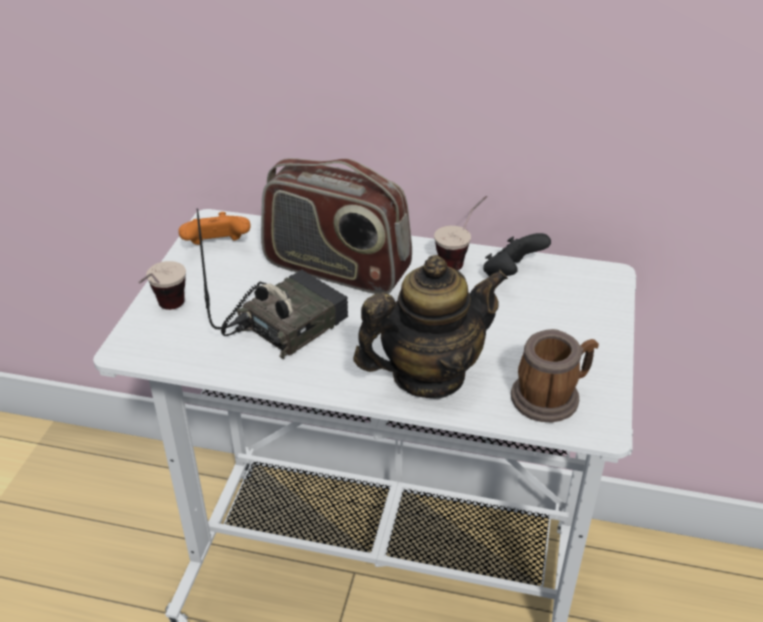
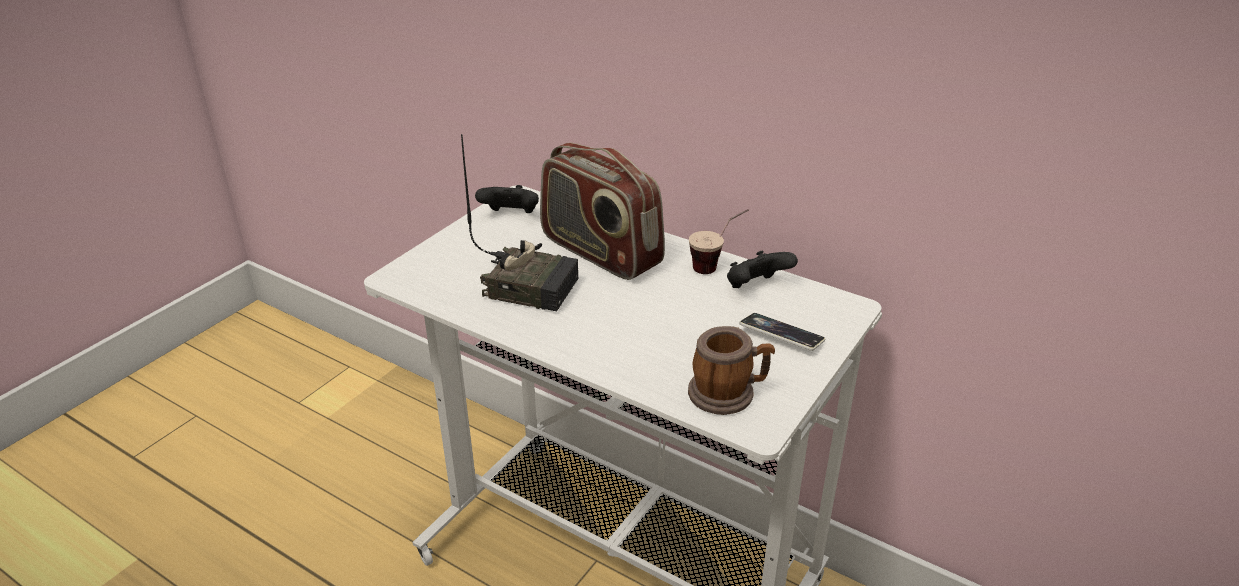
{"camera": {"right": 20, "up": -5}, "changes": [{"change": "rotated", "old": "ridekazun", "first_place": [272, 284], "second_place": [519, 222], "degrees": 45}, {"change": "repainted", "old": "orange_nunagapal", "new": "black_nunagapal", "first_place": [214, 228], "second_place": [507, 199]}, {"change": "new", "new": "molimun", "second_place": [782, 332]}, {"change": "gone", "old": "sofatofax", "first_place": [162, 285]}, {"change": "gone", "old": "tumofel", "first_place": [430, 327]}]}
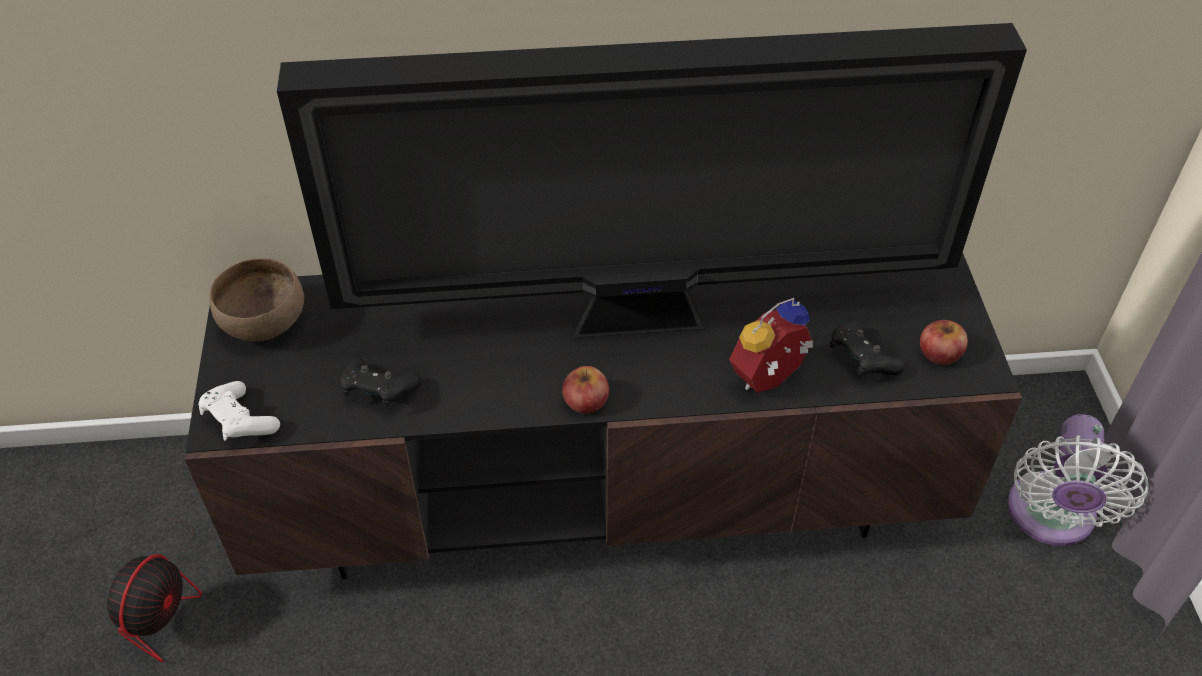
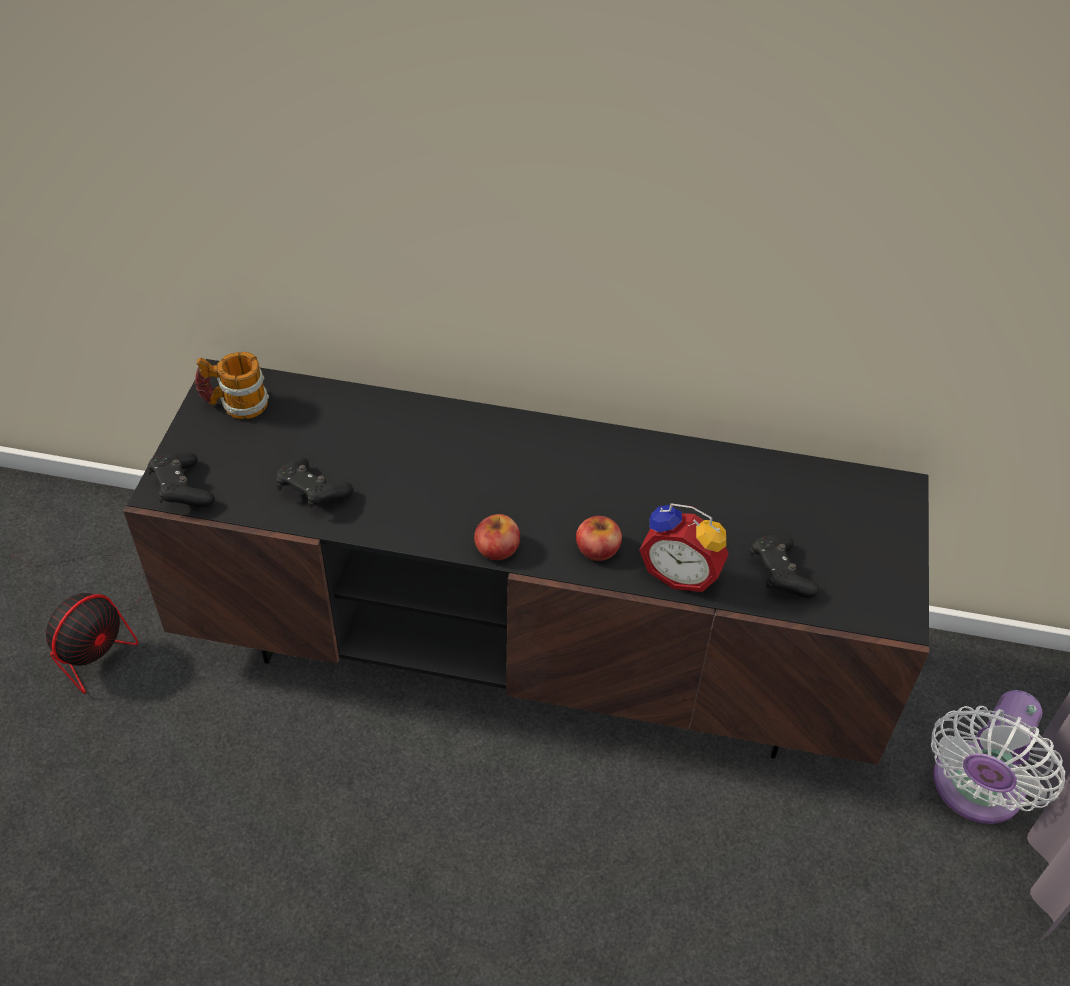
{"camera": {"right": 15, "up": 0}, "changes": [{"change": "repainted", "old": "white_nunagapal", "new": "black_nunagapal", "first_place": [239, 411], "second_place": [181, 480]}, {"change": "swapped", "old": "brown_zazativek", "new": "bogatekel", "first_place": [257, 299], "second_place": [232, 385]}, {"change": "shifted", "old": "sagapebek", "first_place": [944, 342], "second_place": [599, 538]}, {"change": "rotated", "old": "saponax", "first_place": [771, 345], "second_place": [684, 547], "degrees": -135}, {"change": "gone", "old": "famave", "first_place": [652, 180]}]}
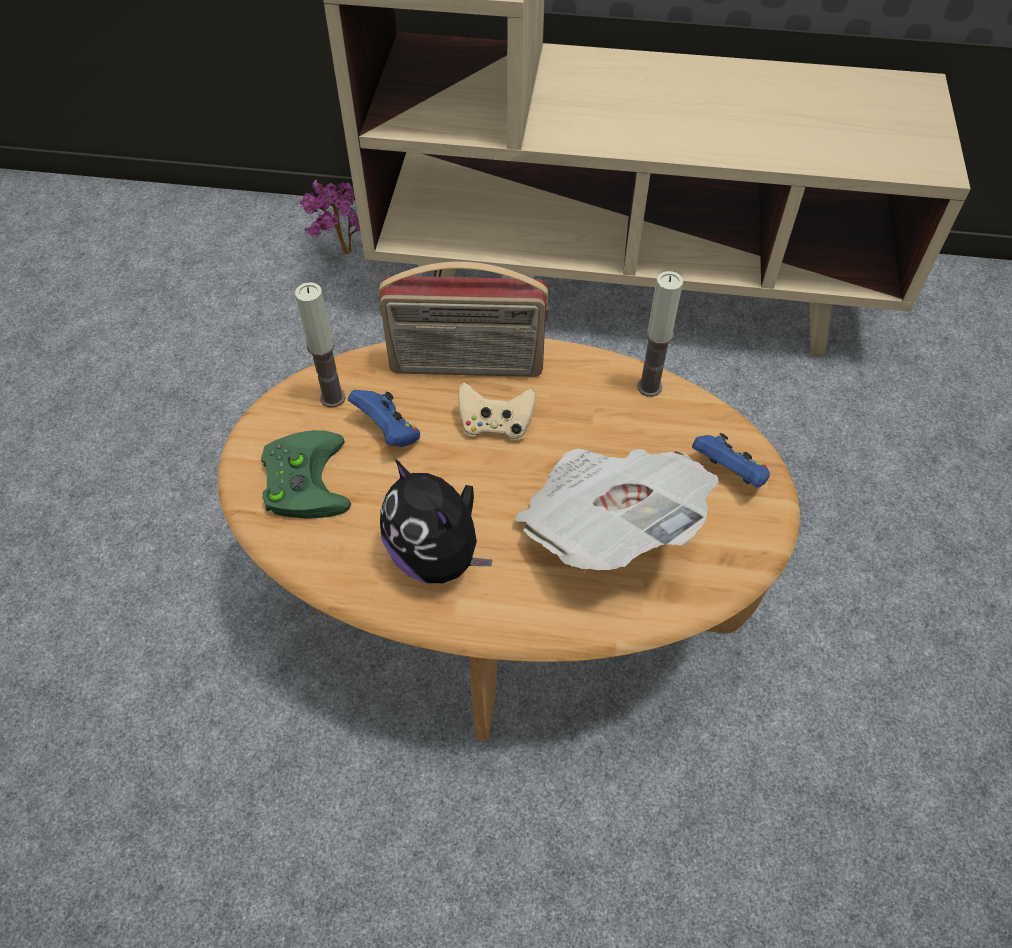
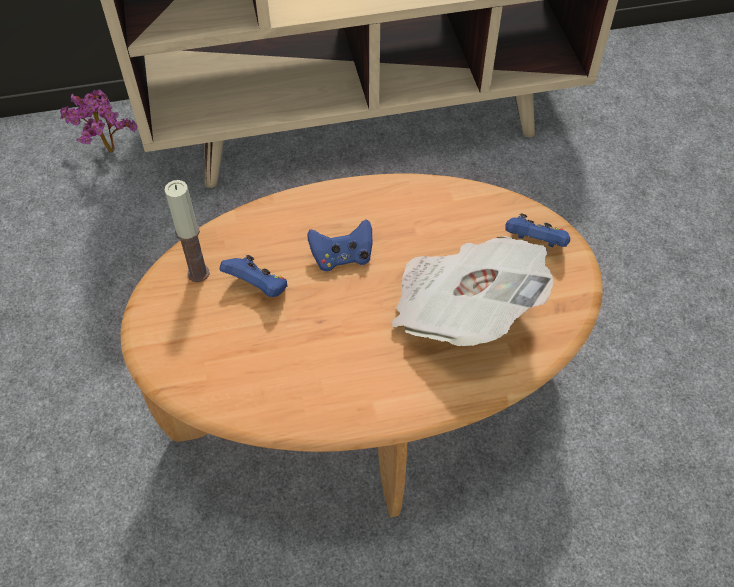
{"camera": {"right": -20, "up": 0}, "changes": [{"change": "repainted", "old": "beige_nunagapal", "new": "blue_nunagapal", "first_place": [497, 411], "second_place": [340, 245]}, {"change": "gone", "old": "green_nunagapal", "first_place": [306, 474]}, {"change": "gone", "old": "ridekazun", "first_place": [464, 319]}, {"change": "gone", "old": "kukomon", "first_place": [436, 521]}, {"change": "gone", "old": "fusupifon", "first_place": [660, 334]}]}
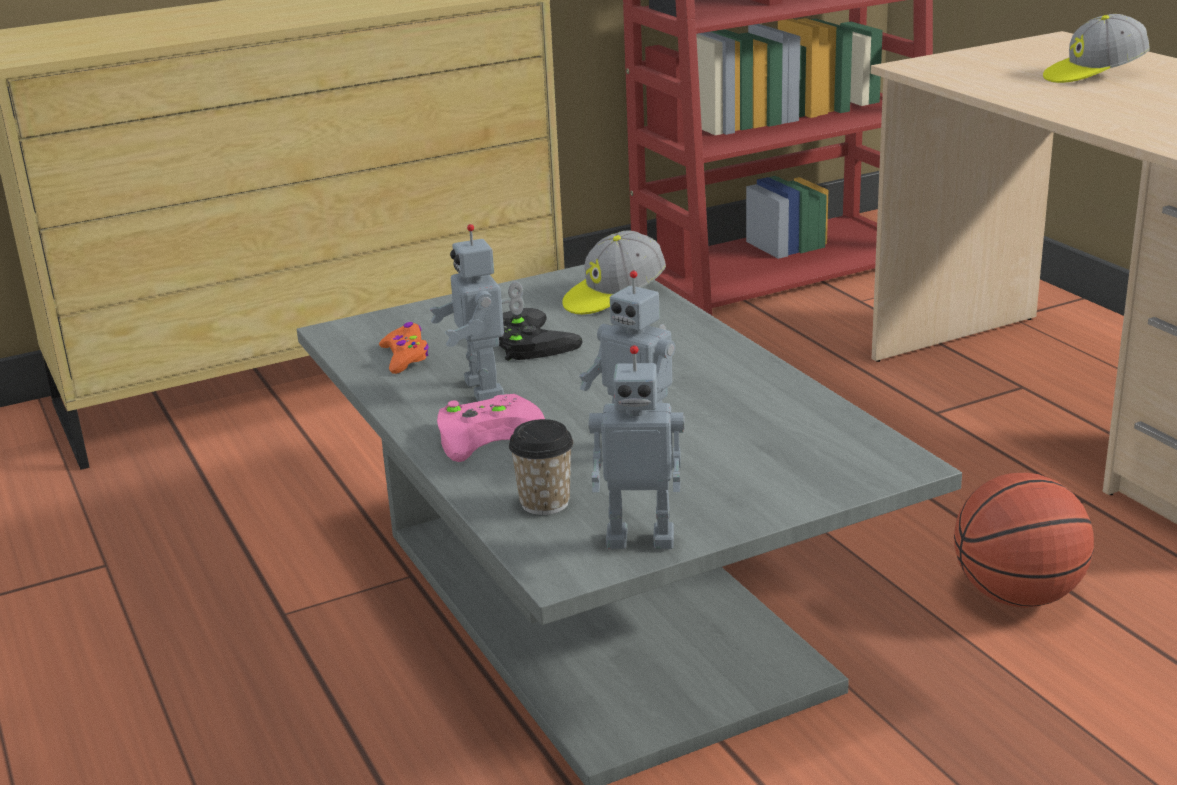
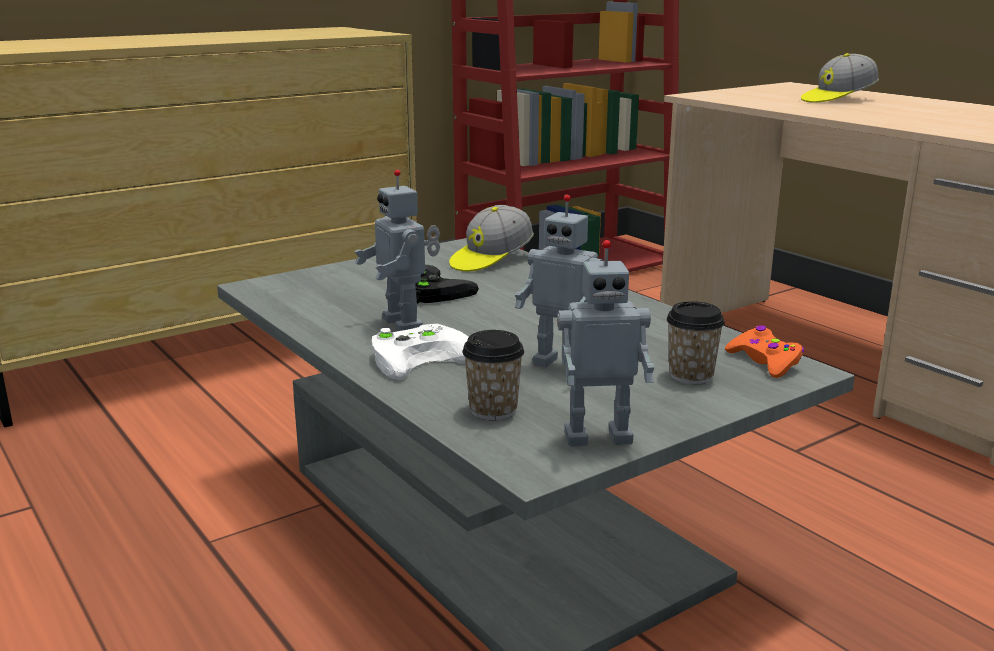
{"camera": {"right": -10, "up": -5}, "changes": [{"change": "repainted", "old": "pink_nunagapal", "new": "white_nunagapal", "first_place": [491, 428], "second_place": [420, 352]}, {"change": "new", "new": "sofatofax", "second_place": [695, 343]}, {"change": "shifted", "old": "orange_nunagapal", "first_place": [404, 348], "second_place": [764, 351]}, {"change": "gone", "old": "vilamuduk", "first_place": [1024, 540]}]}
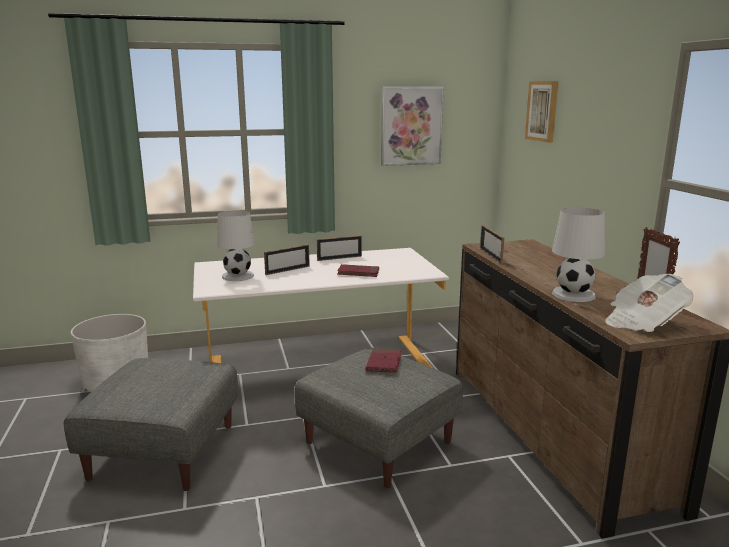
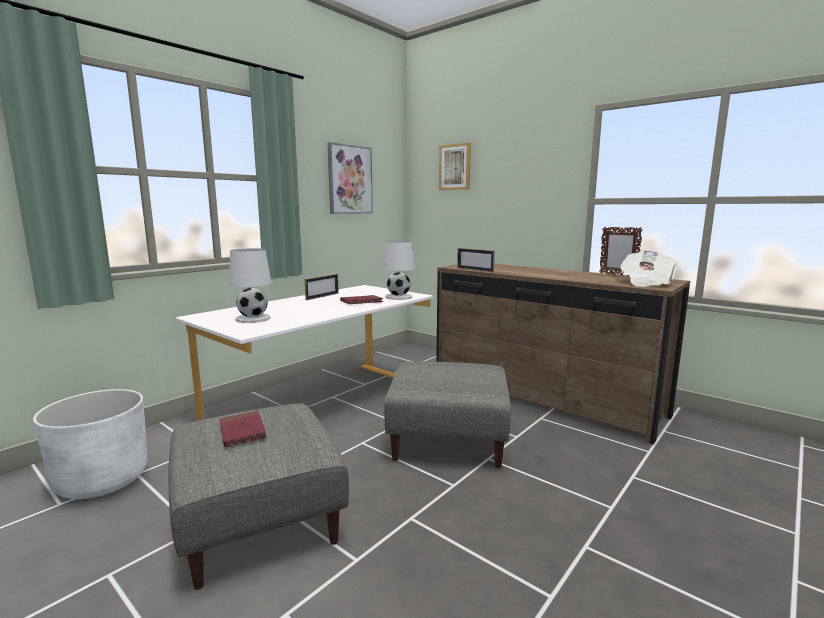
{"camera": {"right": -35, "up": -5}, "changes": [{"change": "shifted", "old": "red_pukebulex", "first_place": [384, 361], "second_place": [243, 428]}, {"change": "shifted", "old": "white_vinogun", "first_place": [578, 254], "second_place": [398, 270]}, {"change": "gone", "old": "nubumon", "first_place": [287, 259]}]}
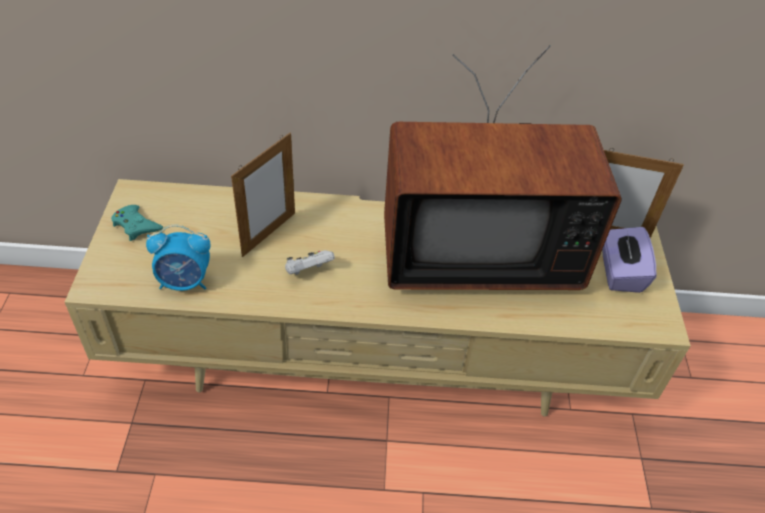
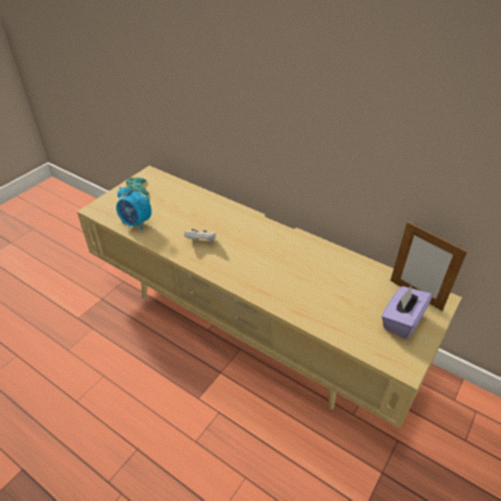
{"camera": {"right": 35, "up": -5}, "changes": [{"change": "gone", "old": "nubumon", "first_place": [263, 195]}, {"change": "gone", "old": "famave", "first_place": [503, 167]}]}
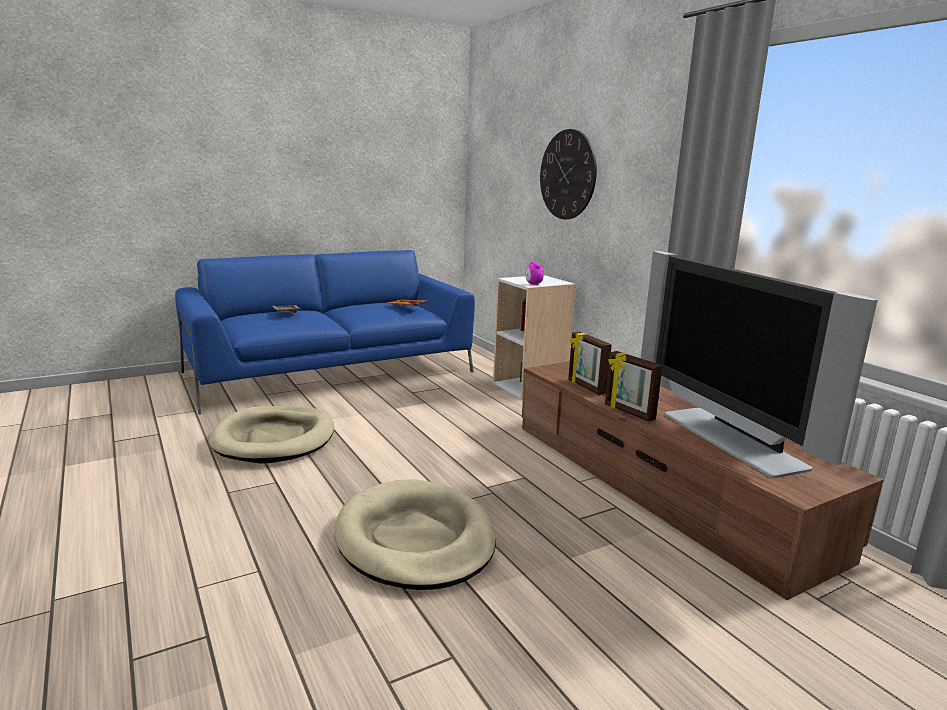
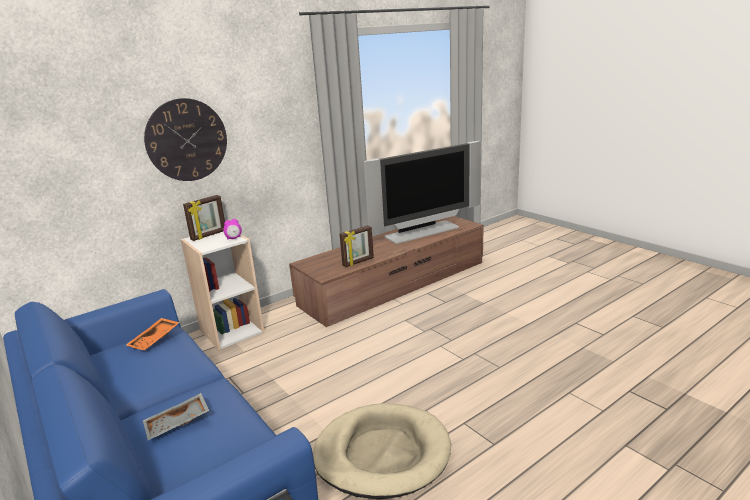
{"camera": {"right": -95, "up": 5}, "changes": [{"change": "shifted", "old": "nubumon", "first_place": [634, 386], "second_place": [204, 218]}, {"change": "gone", "old": "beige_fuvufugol", "first_place": [415, 534]}]}
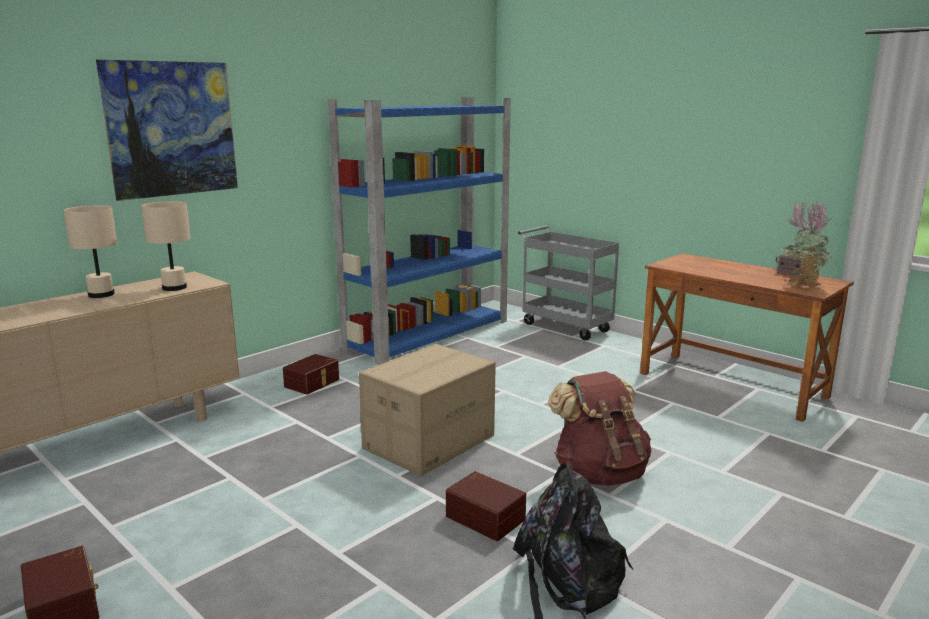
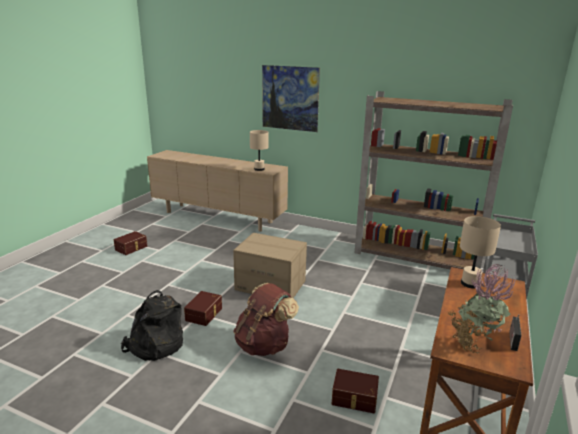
{"camera": {"right": 70, "up": 5}, "changes": [{"change": "shifted", "old": "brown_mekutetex", "first_place": [311, 374], "second_place": [355, 391]}, {"change": "repainted", "old": "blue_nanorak", "new": "brown_nanorak", "first_place": [419, 230], "second_place": [433, 180]}, {"change": "shifted", "old": "beige_vinogun", "first_place": [90, 251], "second_place": [480, 252]}]}
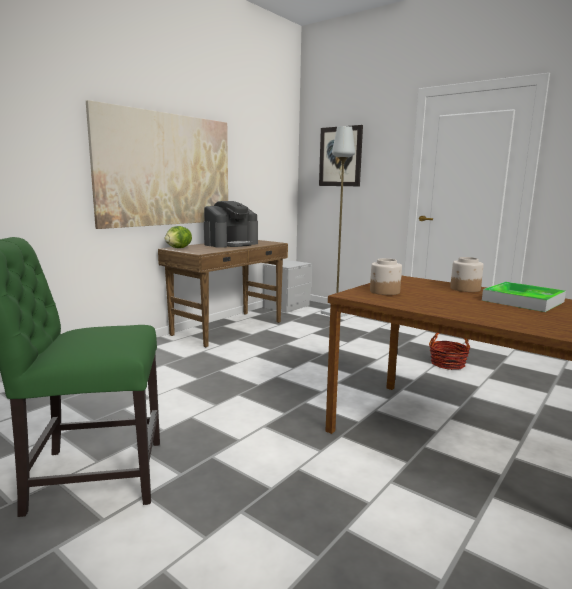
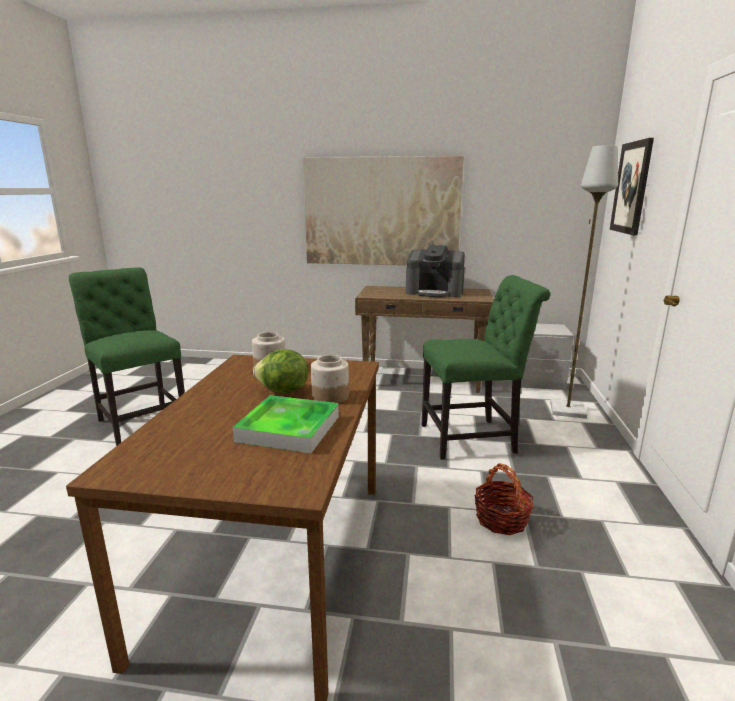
{"camera": {"right": 60, "up": 5}, "changes": [{"change": "shifted", "old": "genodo", "first_place": [178, 237], "second_place": [280, 371]}, {"change": "new", "new": "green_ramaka", "second_place": [486, 367]}]}
